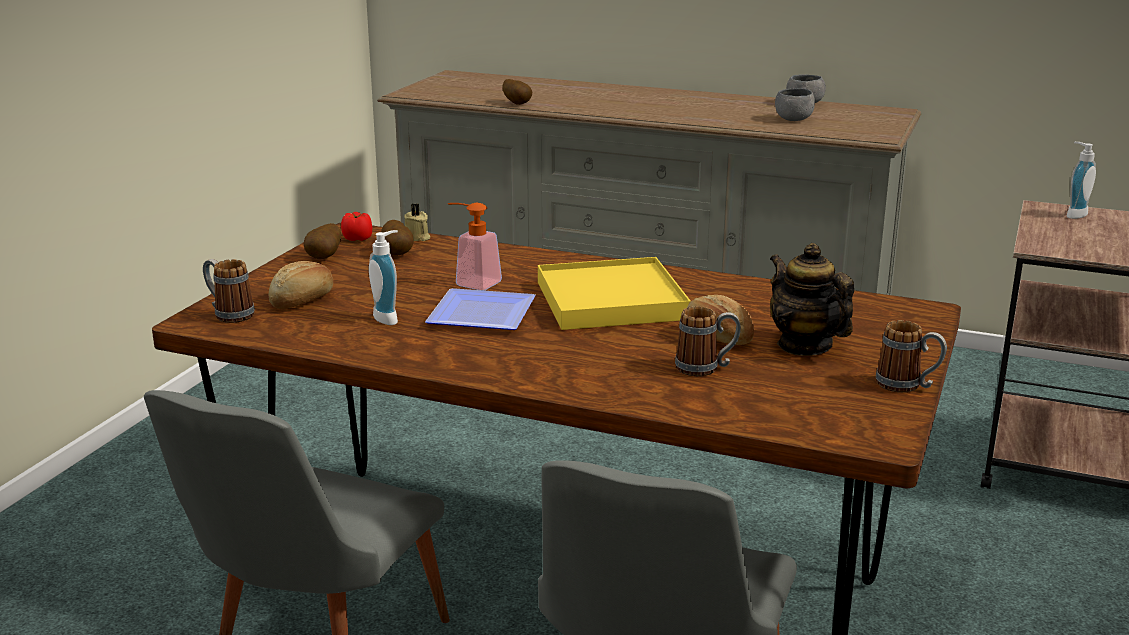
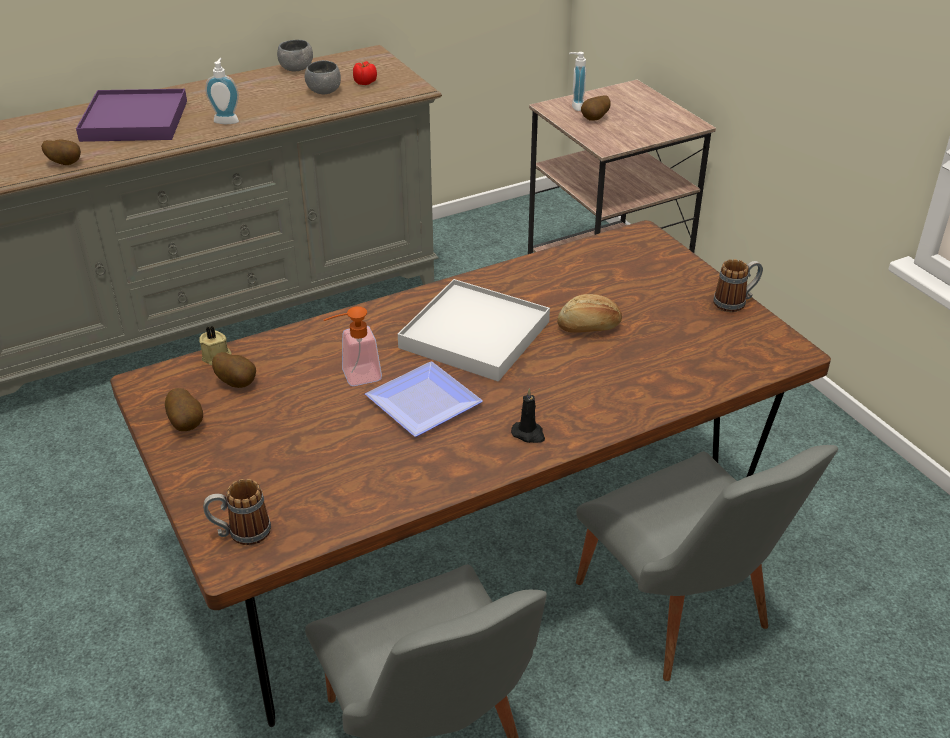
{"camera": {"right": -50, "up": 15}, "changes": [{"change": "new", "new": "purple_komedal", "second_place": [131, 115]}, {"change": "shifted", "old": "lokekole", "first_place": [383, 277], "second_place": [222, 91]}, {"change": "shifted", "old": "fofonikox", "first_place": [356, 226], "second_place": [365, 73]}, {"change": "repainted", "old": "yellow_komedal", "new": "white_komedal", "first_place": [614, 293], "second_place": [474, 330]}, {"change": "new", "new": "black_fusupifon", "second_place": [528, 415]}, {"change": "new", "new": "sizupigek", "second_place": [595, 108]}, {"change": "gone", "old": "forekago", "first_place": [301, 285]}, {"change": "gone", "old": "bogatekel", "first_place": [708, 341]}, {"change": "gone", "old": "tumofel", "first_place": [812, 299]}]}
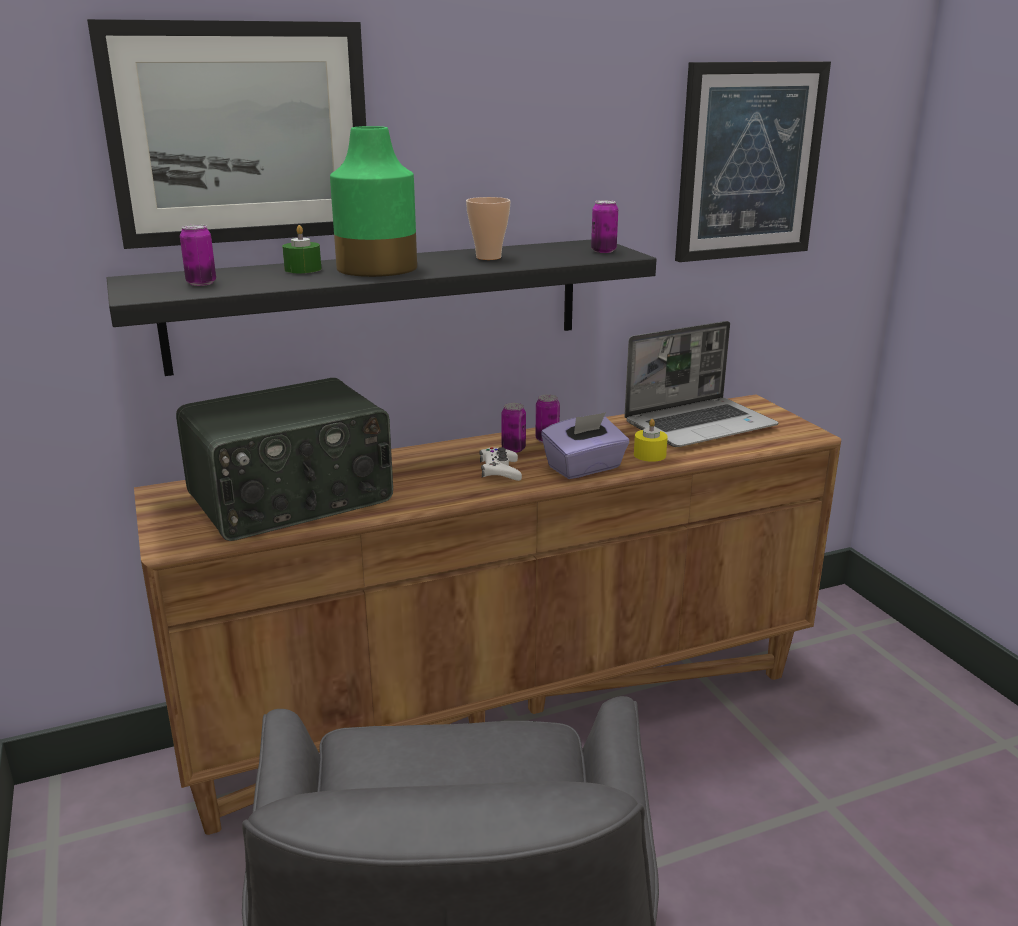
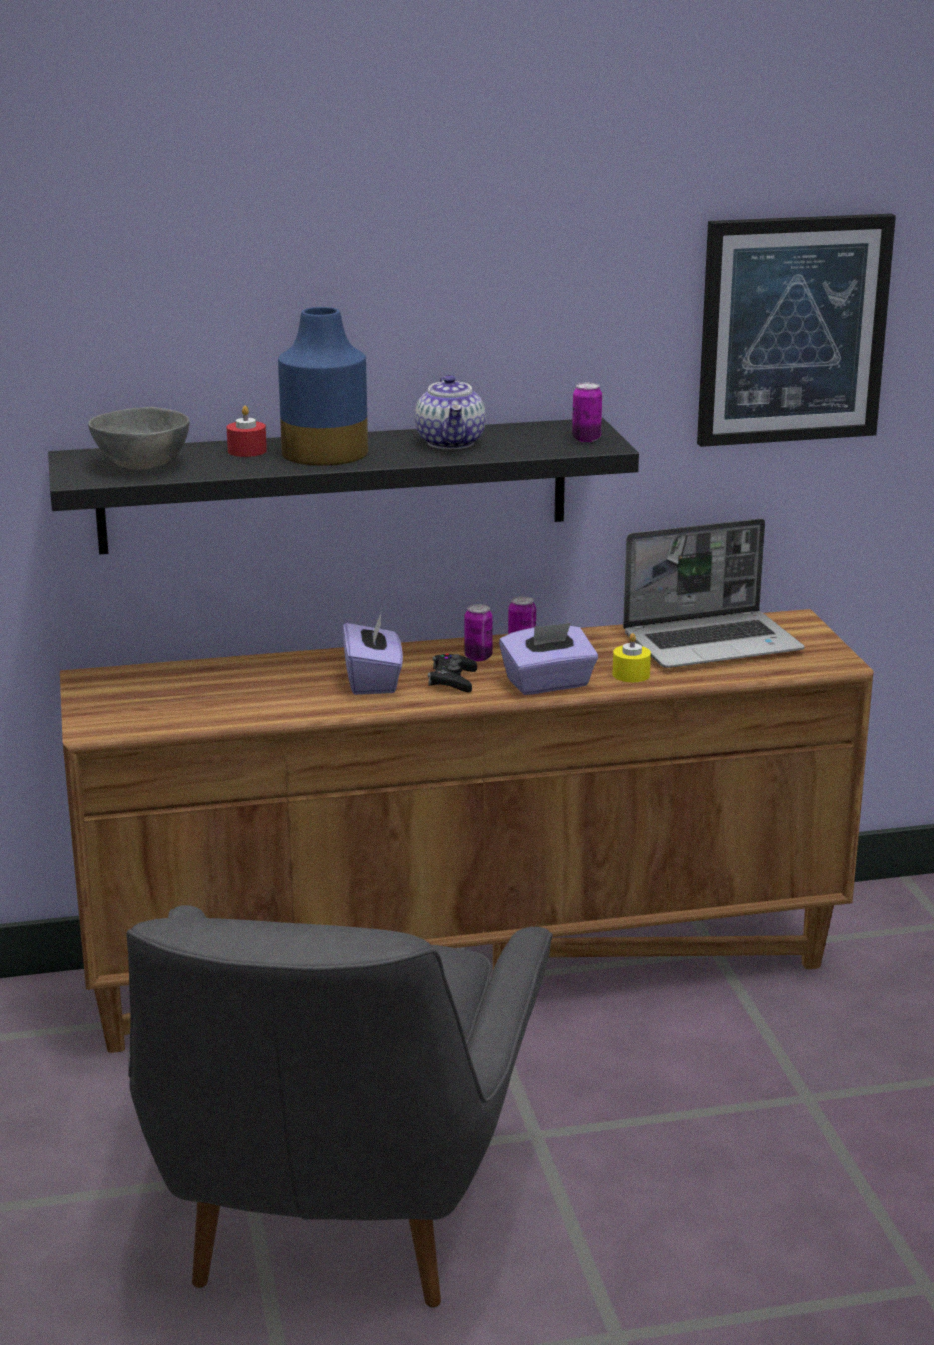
{"camera": {"right": 10, "up": 0}, "changes": [{"change": "swapped", "old": "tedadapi", "new": "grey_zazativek", "first_place": [198, 255], "second_place": [139, 438]}, {"change": "repainted", "old": "green_fusupifon", "new": "red_fusupifon", "first_place": [301, 249], "second_place": [247, 431]}, {"change": "repainted", "old": "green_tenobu", "new": "blue_tenobu", "first_place": [373, 201], "second_place": [323, 386]}, {"change": "new", "new": "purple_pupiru", "second_place": [373, 654]}, {"change": "swapped", "old": "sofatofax", "new": "tumofel", "first_place": [488, 228], "second_place": [450, 412]}, {"change": "repainted", "old": "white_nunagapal", "new": "black_nunagapal", "first_place": [500, 464], "second_place": [452, 673]}, {"change": "gone", "old": "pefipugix", "first_place": [226, 134]}, {"change": "gone", "old": "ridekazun", "first_place": [284, 459]}]}
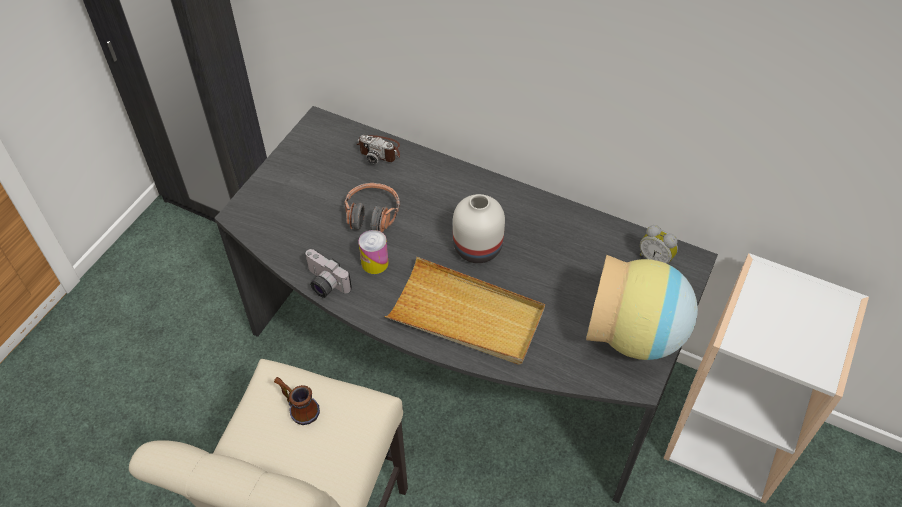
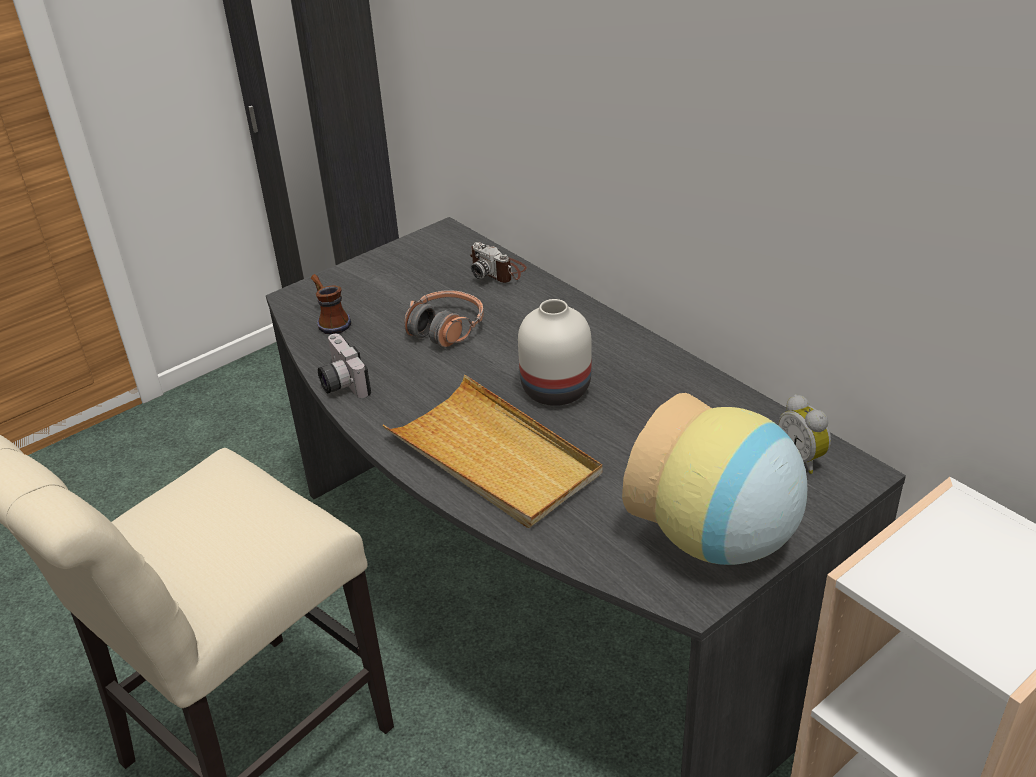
{"camera": {"right": 25, "up": -15}, "changes": [{"change": "shifted", "old": "bogatekel", "first_place": [297, 401], "second_place": [331, 304]}, {"change": "gone", "old": "tedadapi", "first_place": [374, 252]}]}
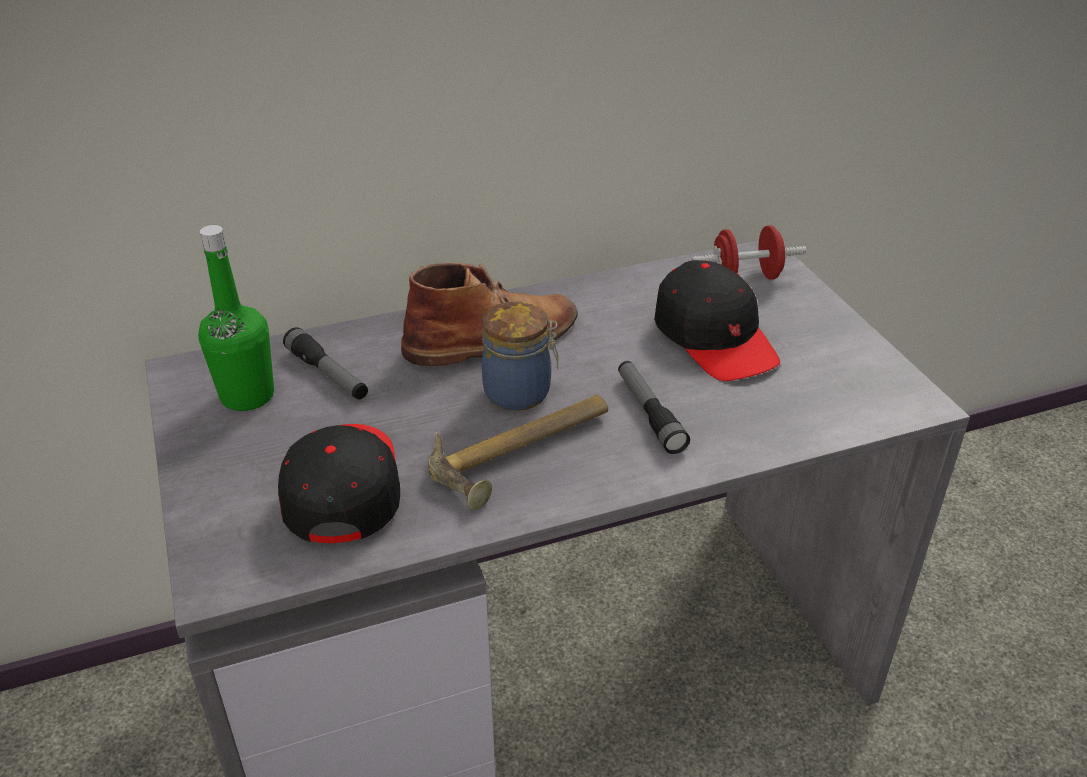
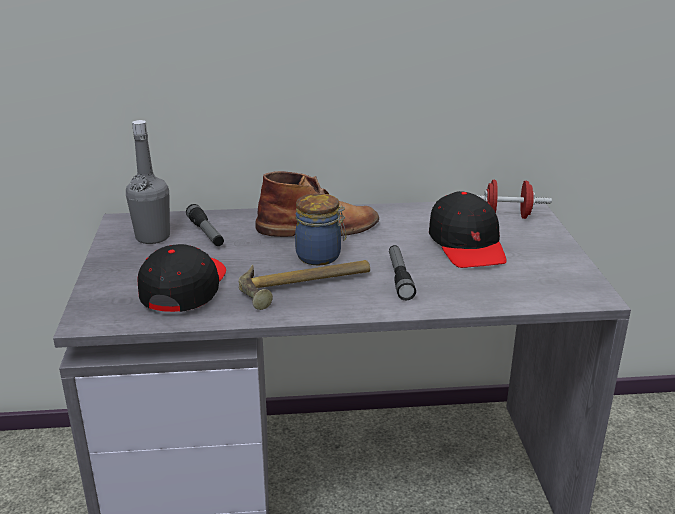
{"camera": {"right": 15, "up": -10}, "changes": [{"change": "repainted", "old": "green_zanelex", "new": "grey_zanelex", "first_place": [236, 318], "second_place": [148, 182]}]}
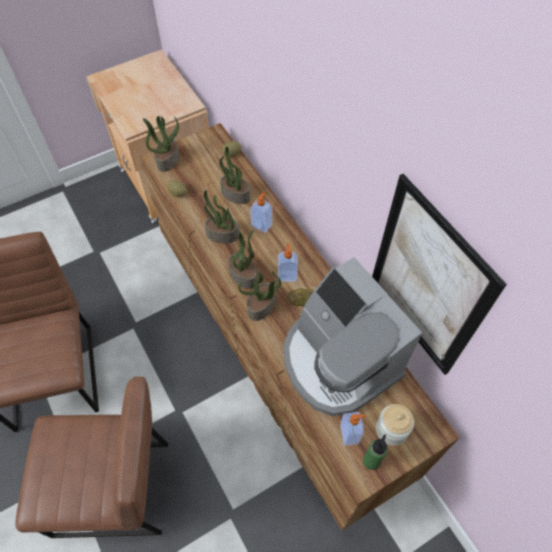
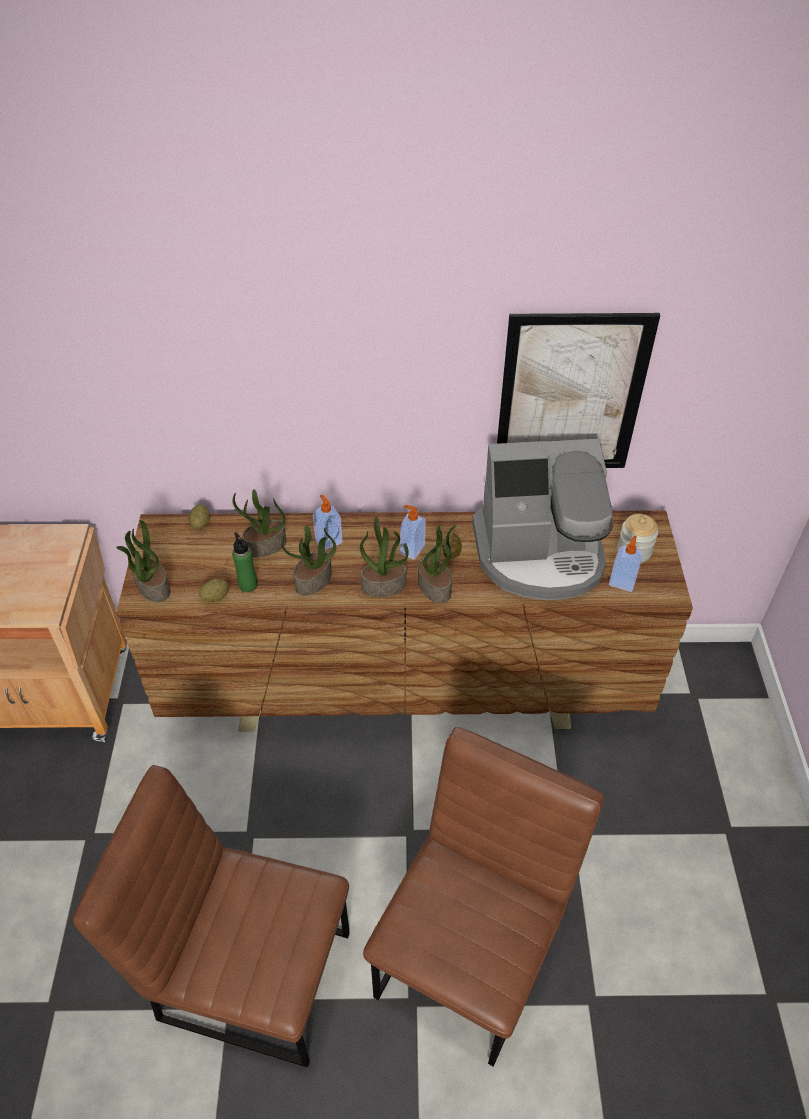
{"camera": {"right": -60, "up": -10}, "changes": [{"change": "shifted", "old": "green_zanelex", "first_place": [375, 452], "second_place": [244, 562]}]}
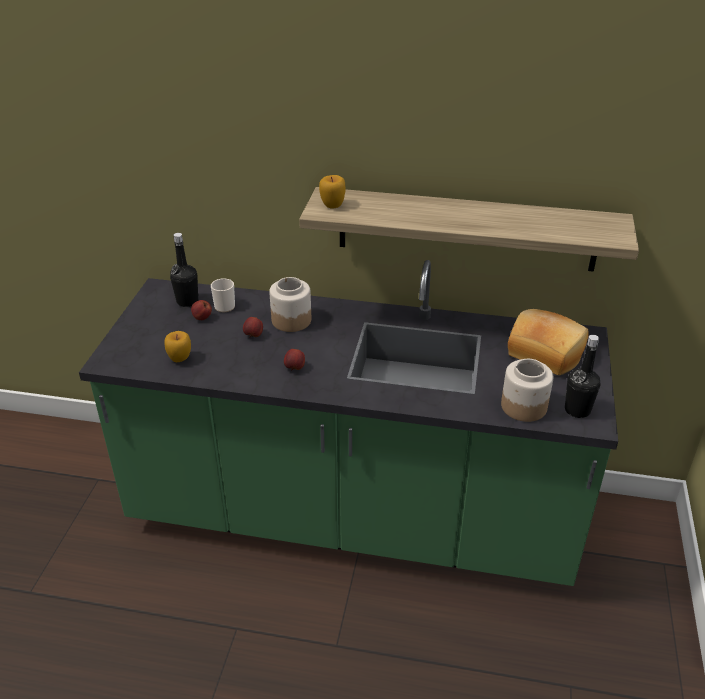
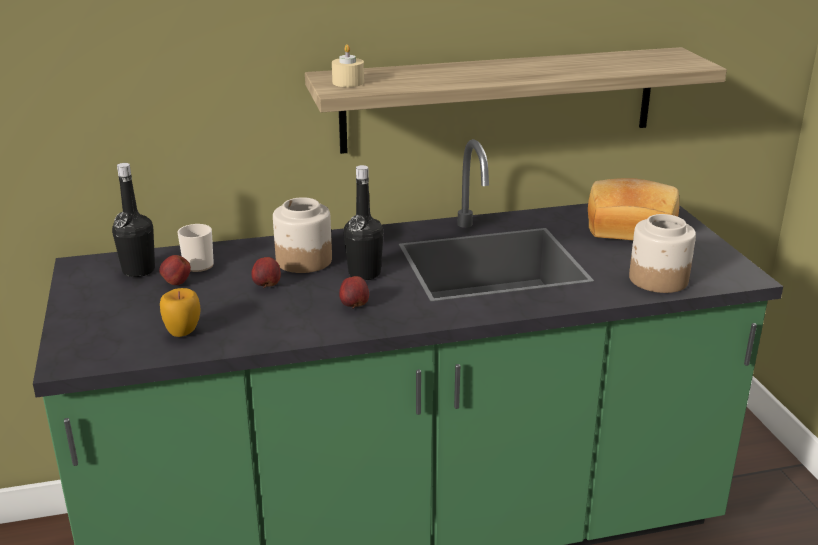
{"camera": {"right": -25, "up": -10}, "changes": [{"change": "swapped", "old": "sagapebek", "new": "beige_fusupifon", "first_place": [332, 192], "second_place": [348, 65]}, {"change": "shifted", "old": "black_zanelex", "first_place": [582, 376], "second_place": [364, 222]}]}
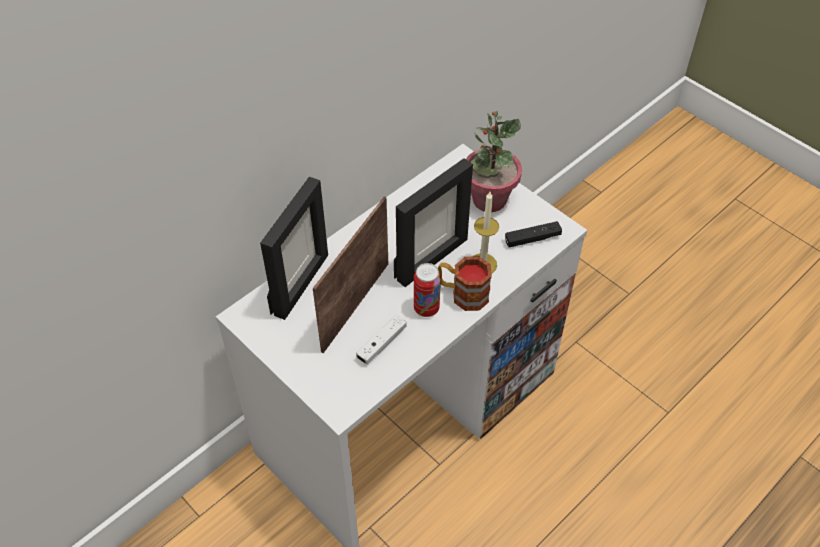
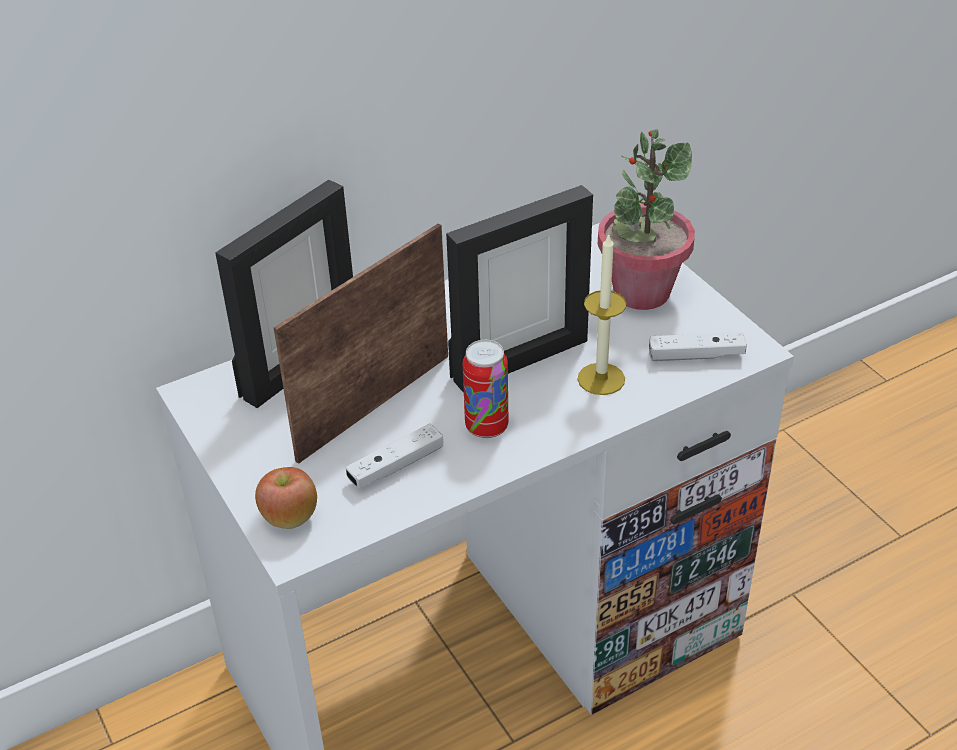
{"camera": {"right": 15, "up": -10}, "changes": [{"change": "new", "new": "sagapebek", "second_place": [286, 498]}, {"change": "repainted", "old": "black_nunagapal", "new": "white_nunagapal", "first_place": [533, 234], "second_place": [698, 346]}, {"change": "gone", "old": "bogatekel", "first_place": [465, 284]}]}
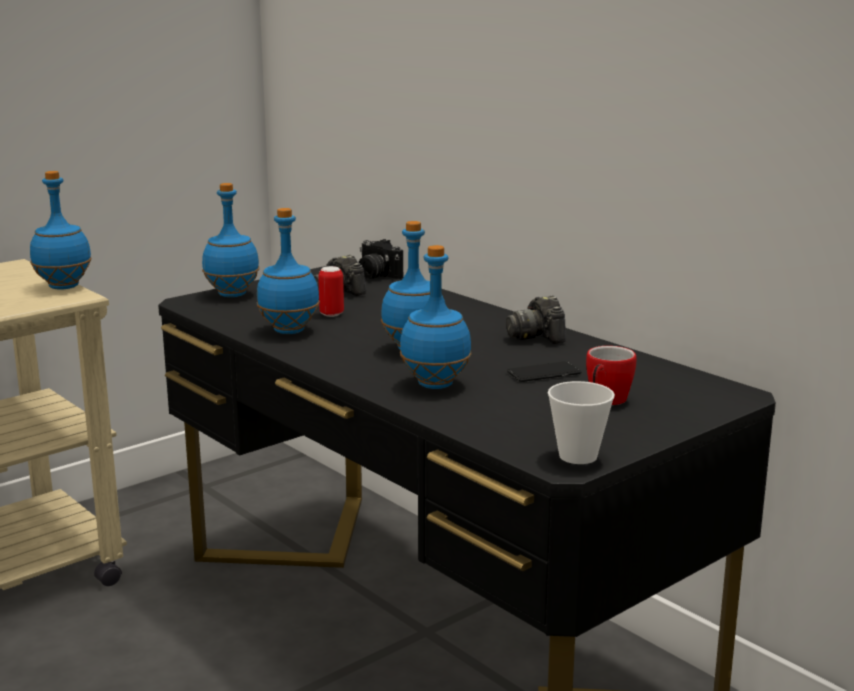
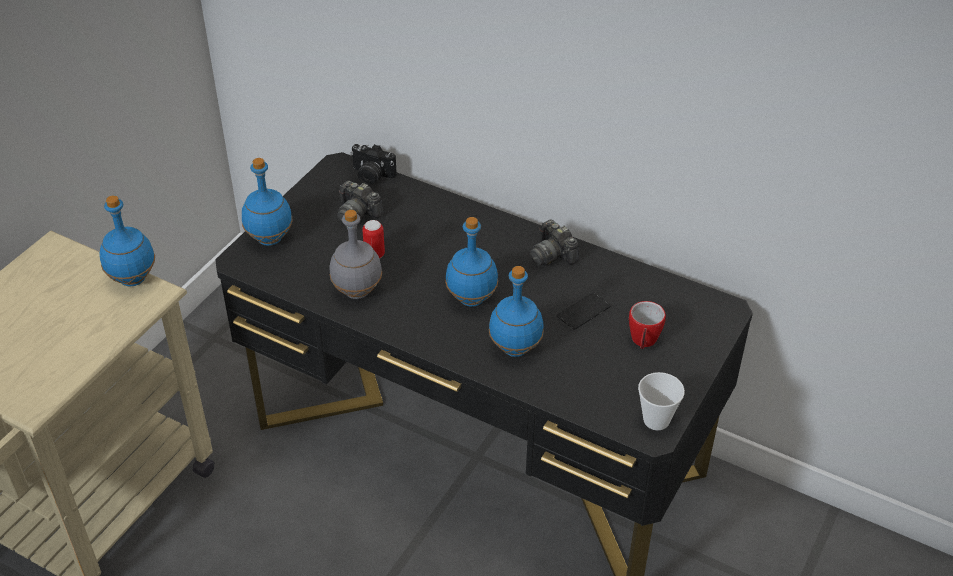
{"camera": {"right": -20, "up": 25}, "changes": [{"change": "repainted", "old": "blue_zanelex", "new": "grey_zanelex", "first_place": [288, 271], "second_place": [356, 254]}]}
